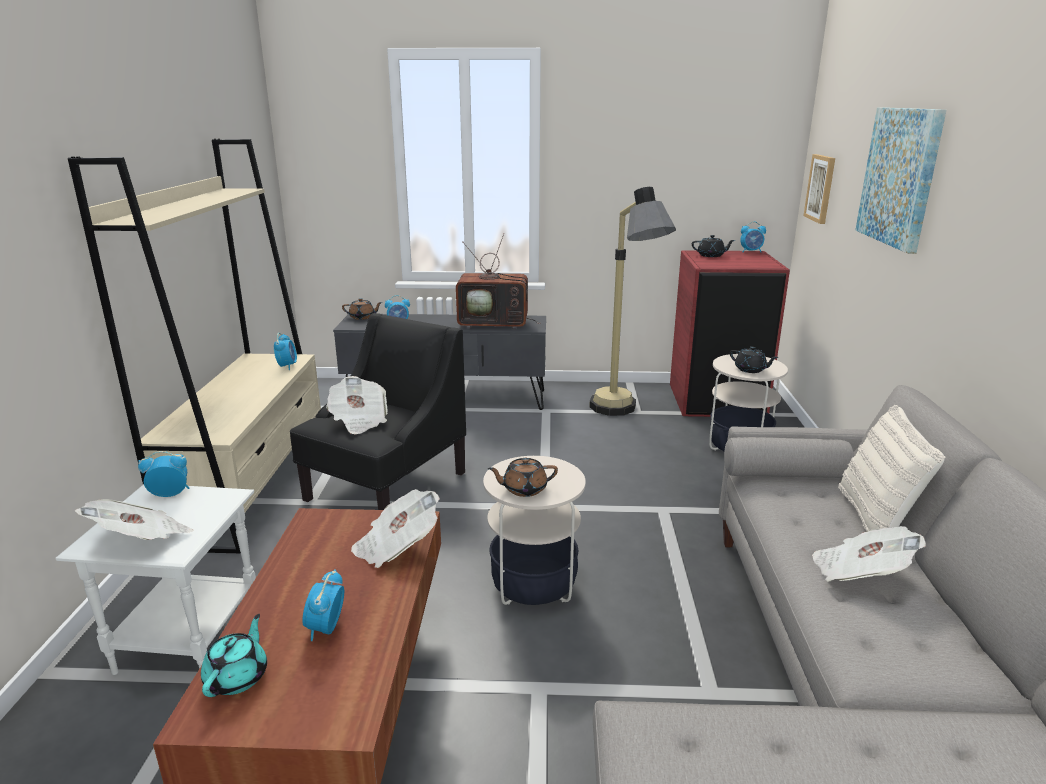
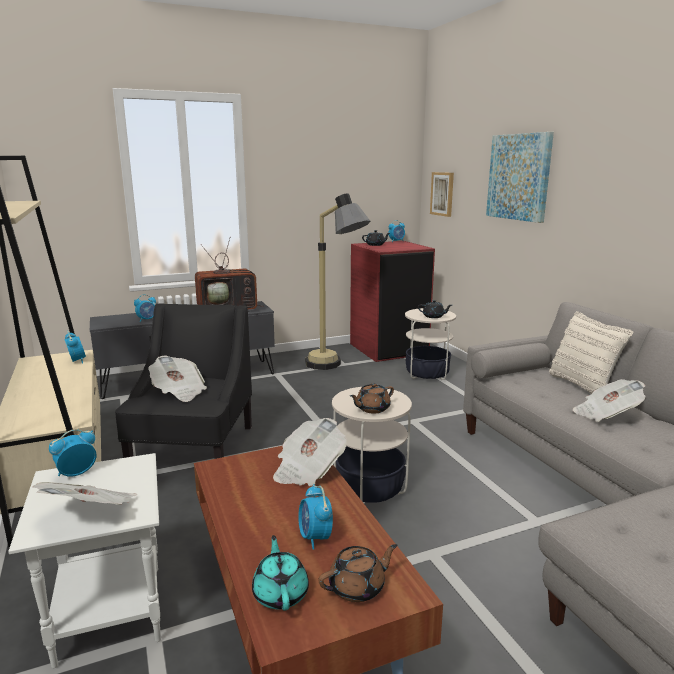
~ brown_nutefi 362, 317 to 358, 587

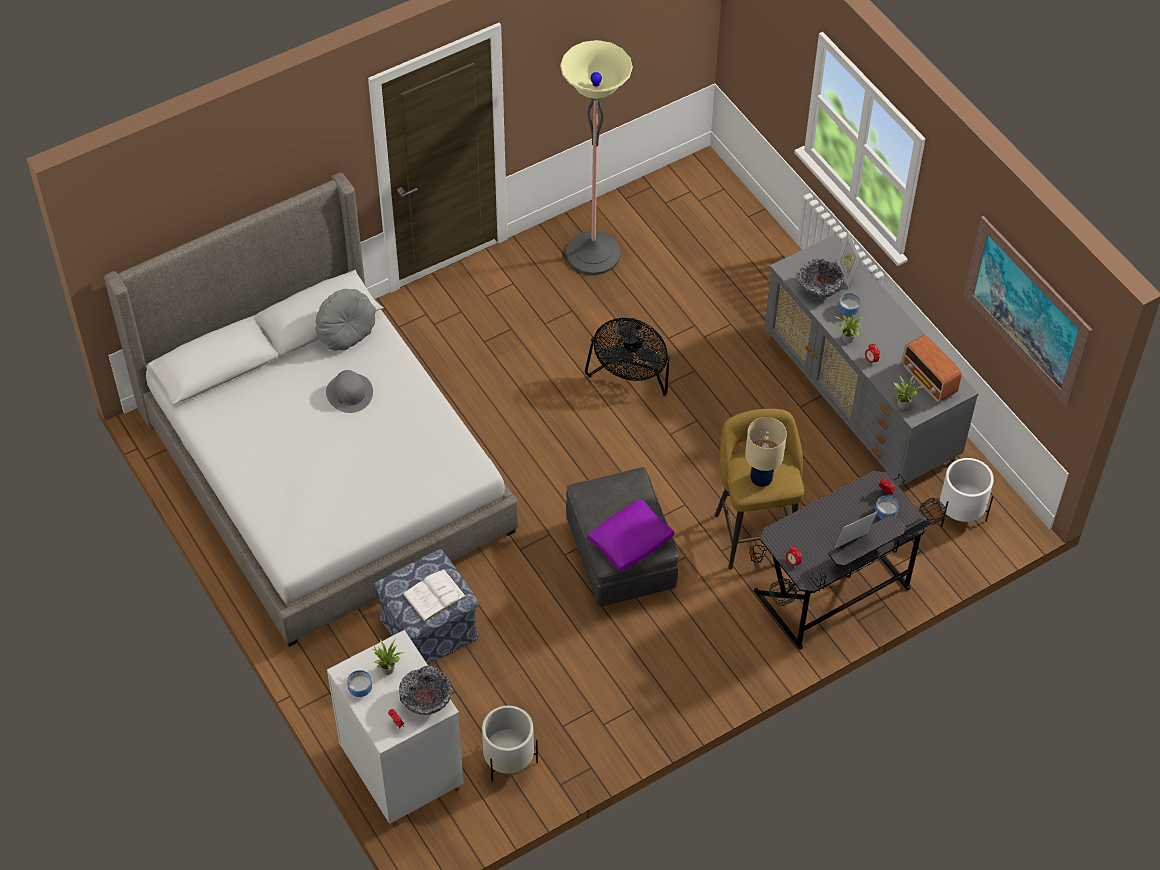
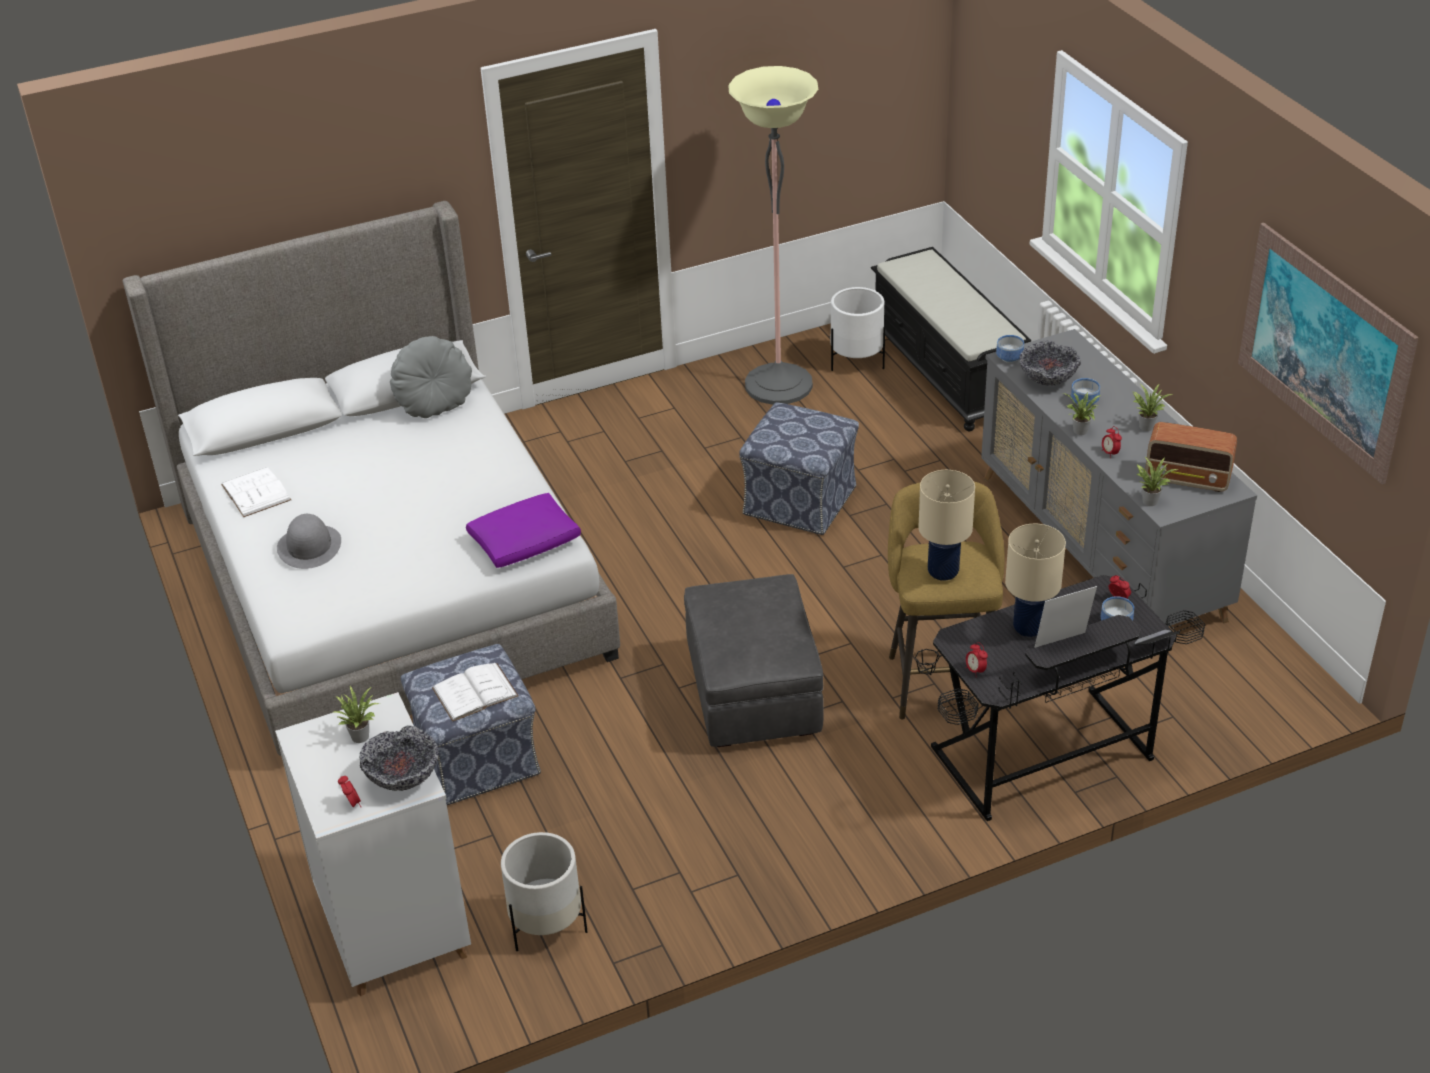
~ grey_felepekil 349, 392 to 309, 546
~ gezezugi 359, 689 to 1008, 358
~ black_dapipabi 628, 372 to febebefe 801, 501
~ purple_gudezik 631, 541 to 525, 541
- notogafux 846, 274
~ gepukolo 929, 381 = 1188, 478 45 degrees counterclockwise
~ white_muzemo 960, 513 to 856, 361
+ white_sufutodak 256, 492
+ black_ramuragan 948, 372
+ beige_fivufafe 1028, 629
+ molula 1146, 425

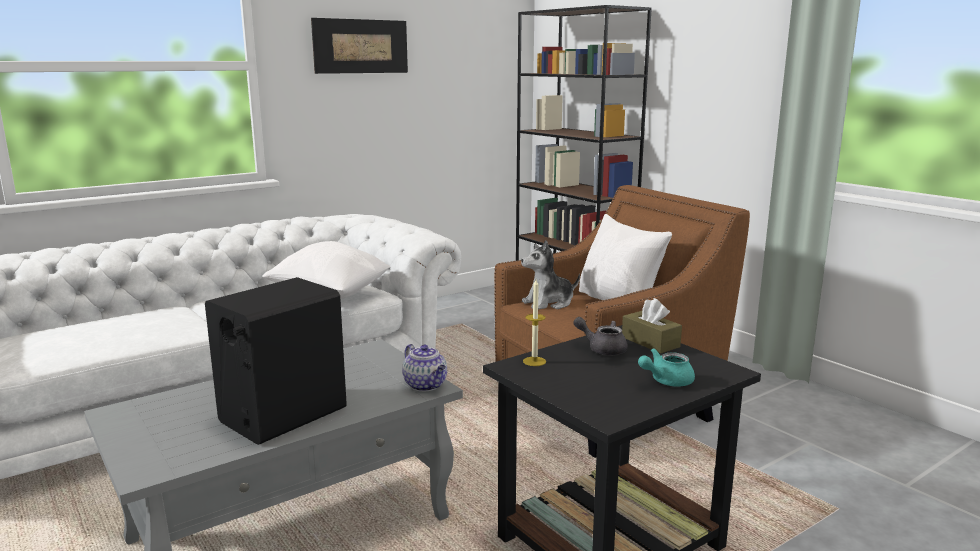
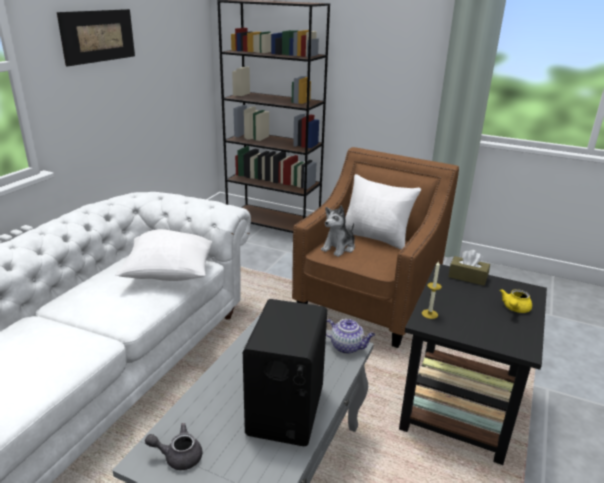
~ grey_nutefi 602, 349 to 178, 456
~ turquoise_nutefi 666, 381 to yellow_nutefi 514, 309

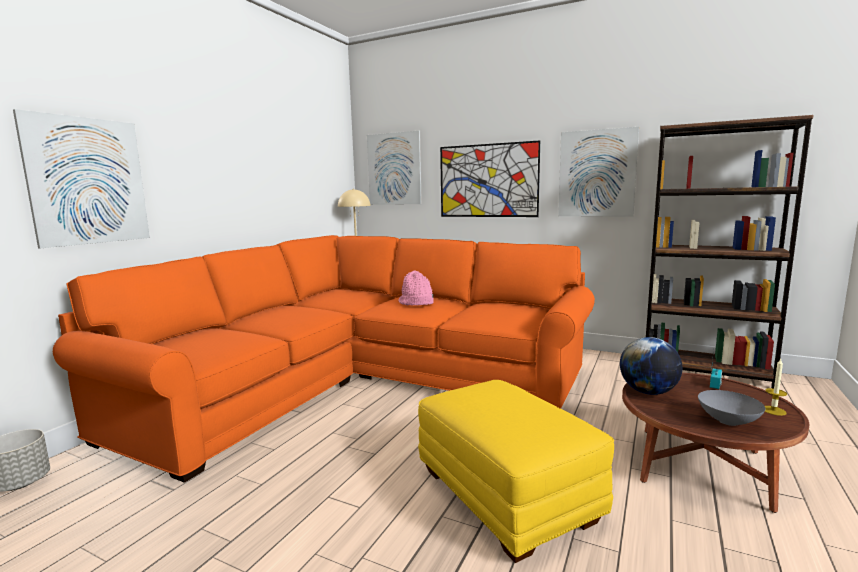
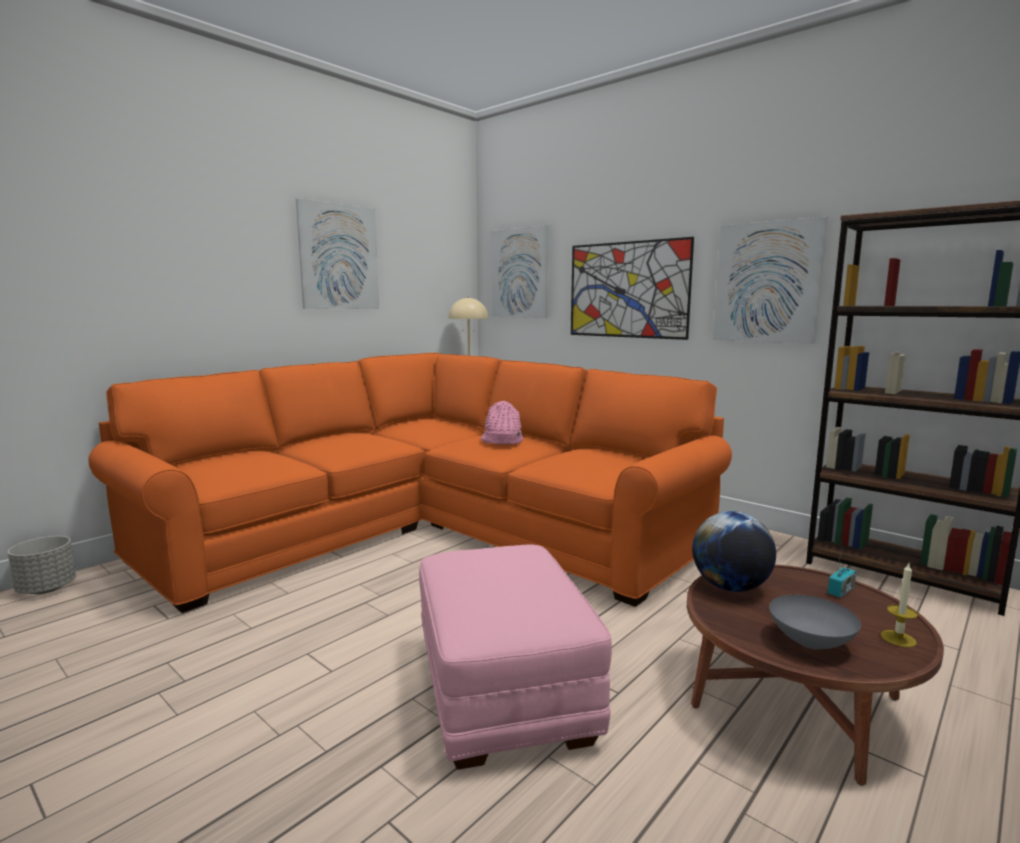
~ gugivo 88, 181 to 339, 257
~ yellow_febebefe 506, 496 to pink_febebefe 503, 690

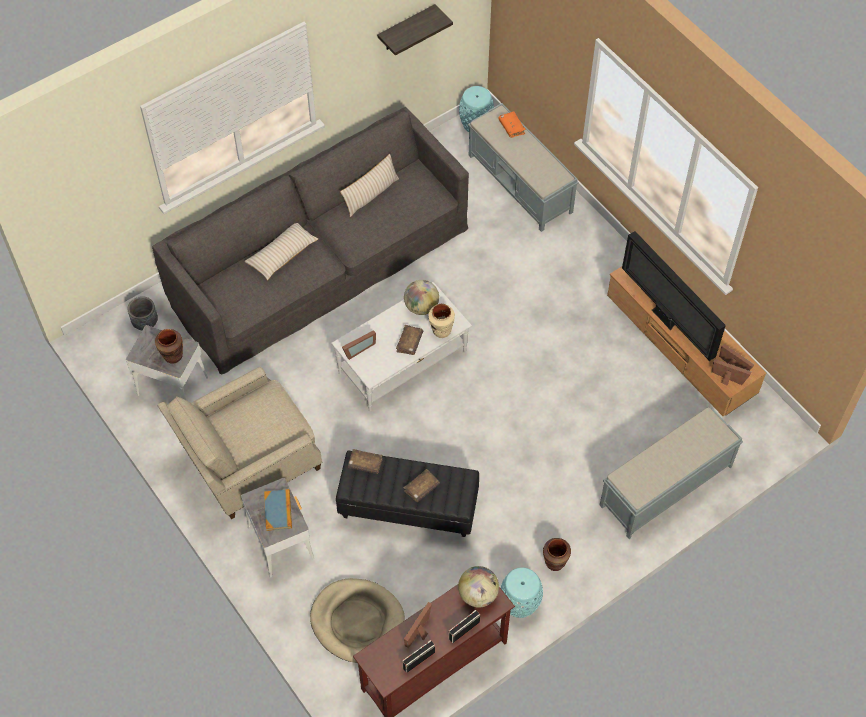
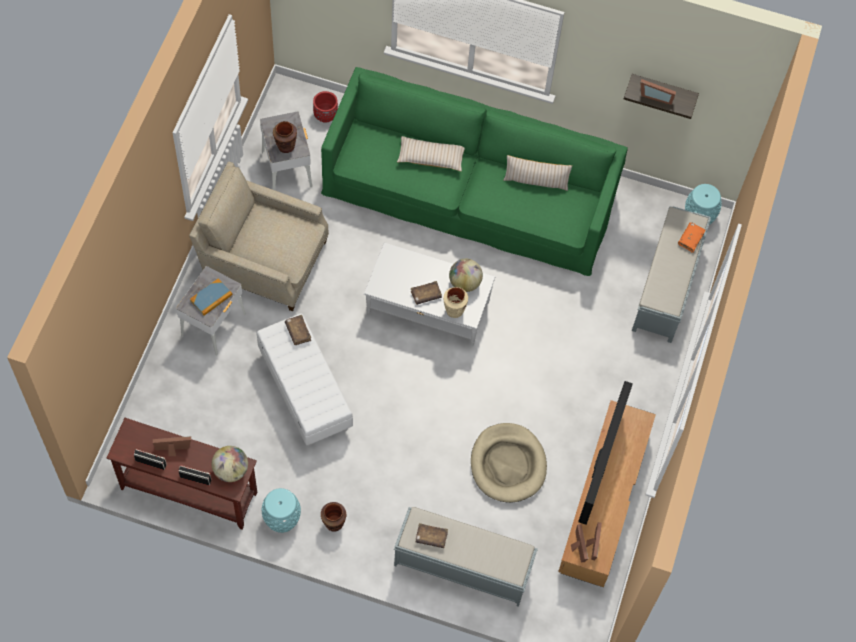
~ grey_muzemo 145, 323 to red_muzemo 325, 115
~ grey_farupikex 319, 264 to green_farupikex 469, 194
~ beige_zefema 357, 622 to 508, 464
~ black_febebefe 408, 508 to white_febebefe 304, 392
~ notogafux 357, 348 to 655, 95
~ brown_sufutodak 421, 488 to 431, 537

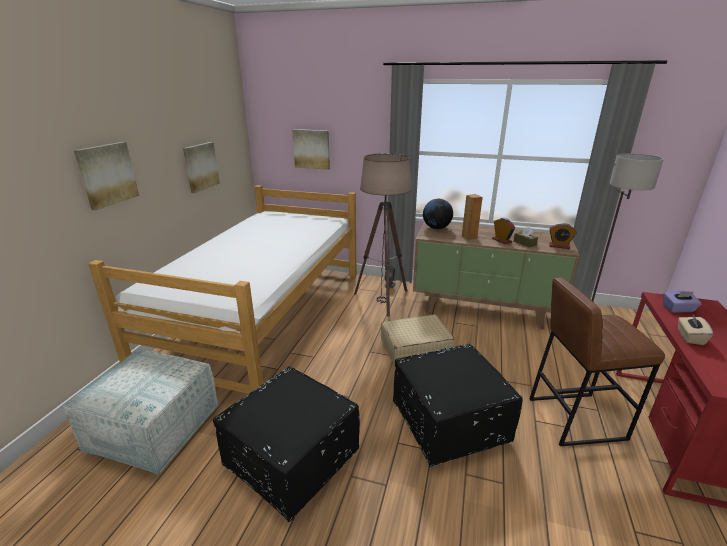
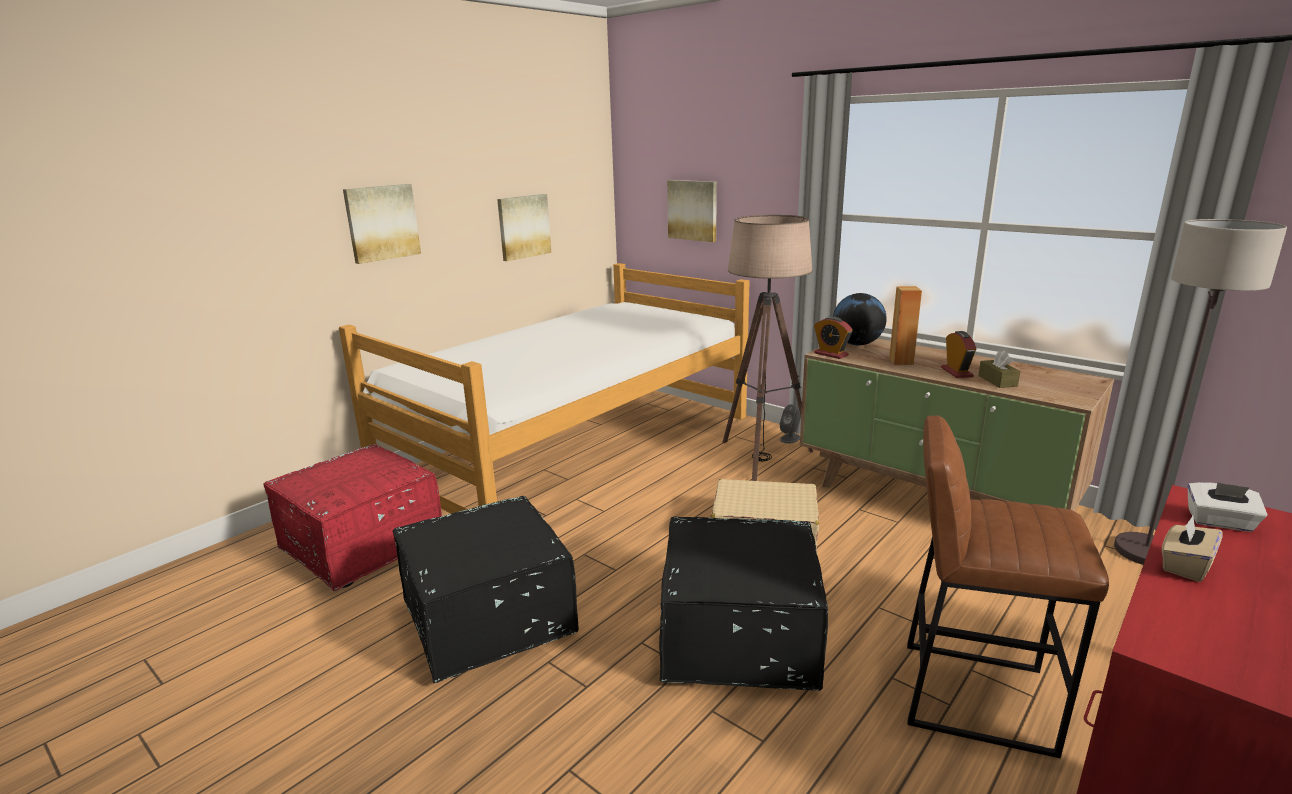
~ white_febebefe 155, 430 to red_febebefe 364, 547
~ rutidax 559, 246 to 831, 354
~ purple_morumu 678, 309 to white_morumu 1220, 522

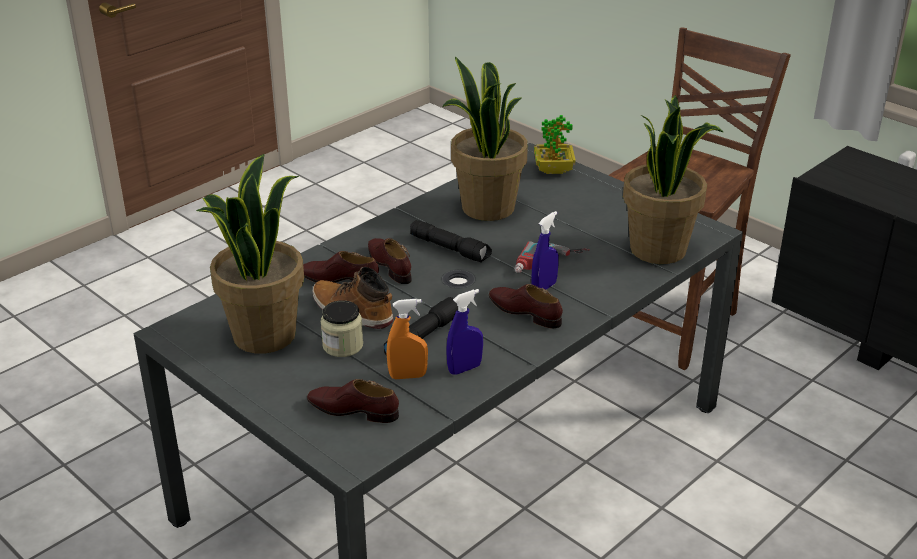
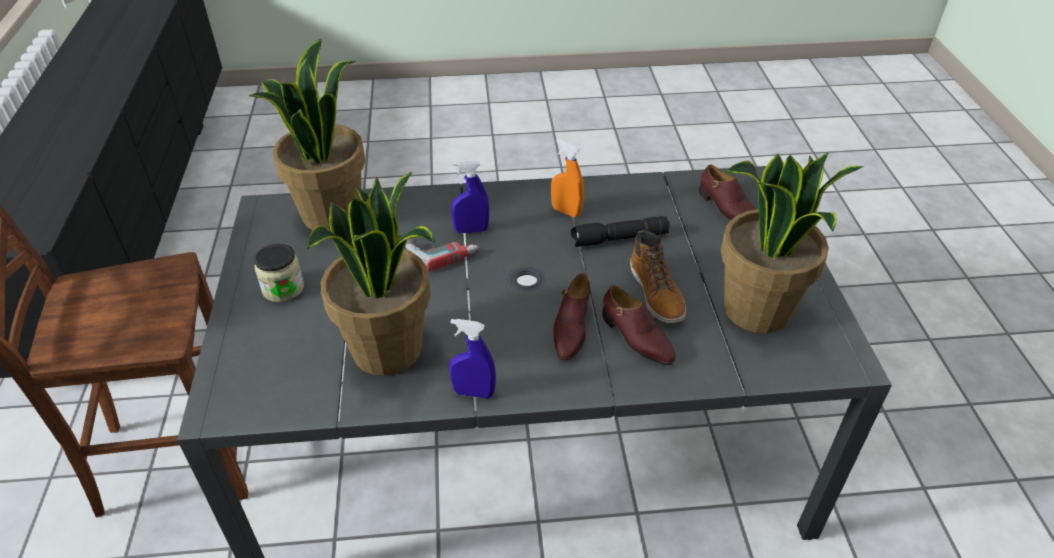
~ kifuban 343, 345 to 283, 288
~ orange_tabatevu 408, 376 to 566, 211
- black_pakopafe 450, 248
~ blue_tabatevu 464, 369 to 473, 393
- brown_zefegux 525, 312
- molula 553, 170

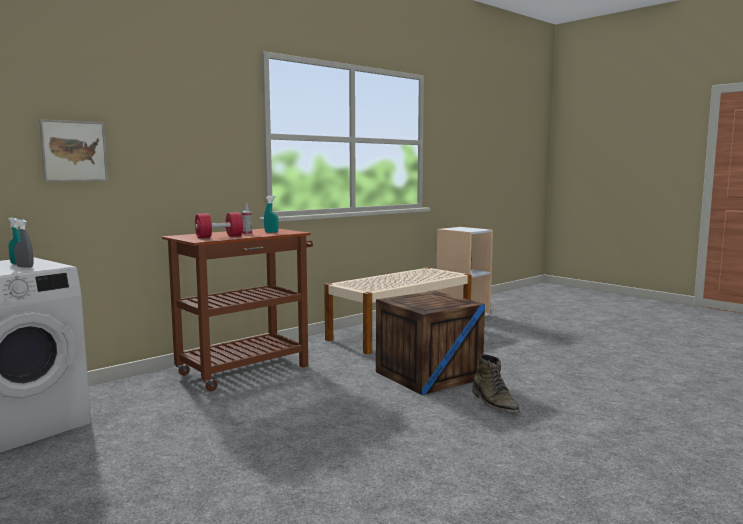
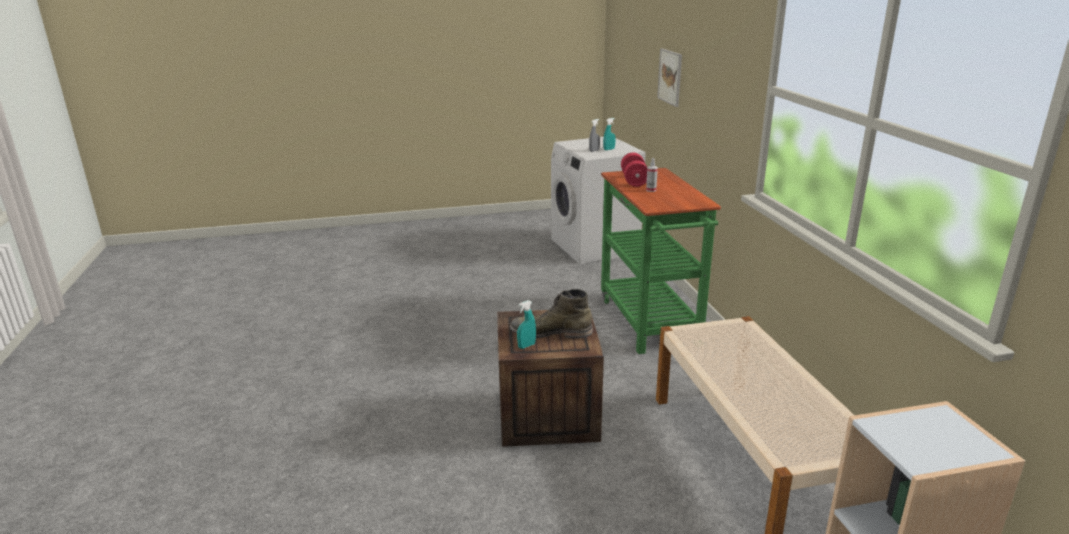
~ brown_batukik 245, 370 to green_batukik 649, 322
~ turquoise_tabatevu 271, 232 to 526, 346
~ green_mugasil 494, 403 to 551, 332

